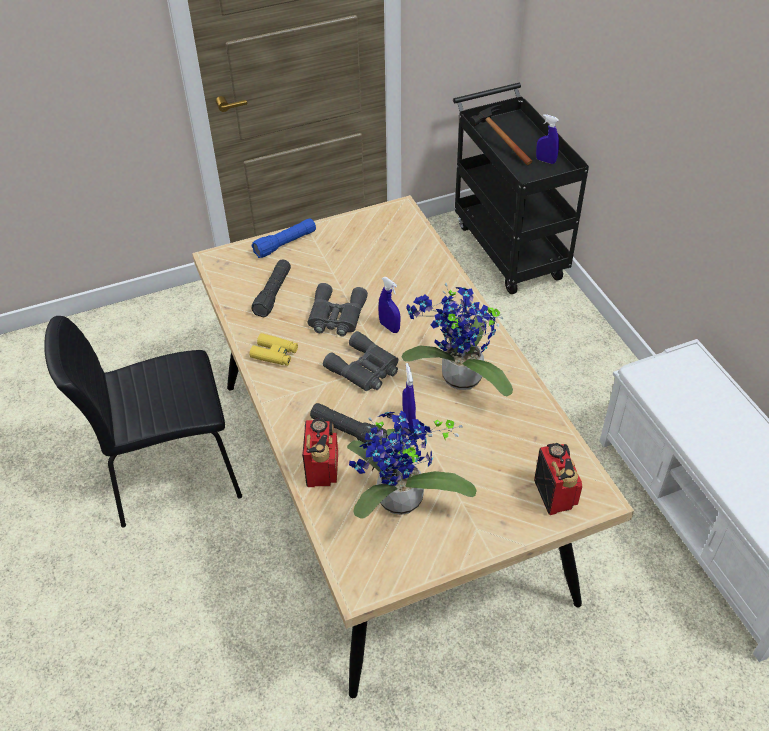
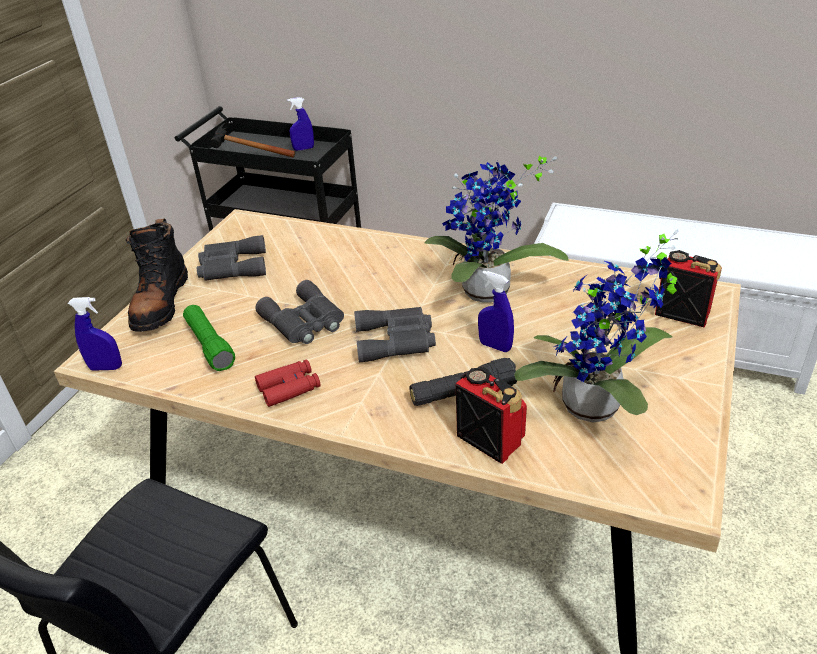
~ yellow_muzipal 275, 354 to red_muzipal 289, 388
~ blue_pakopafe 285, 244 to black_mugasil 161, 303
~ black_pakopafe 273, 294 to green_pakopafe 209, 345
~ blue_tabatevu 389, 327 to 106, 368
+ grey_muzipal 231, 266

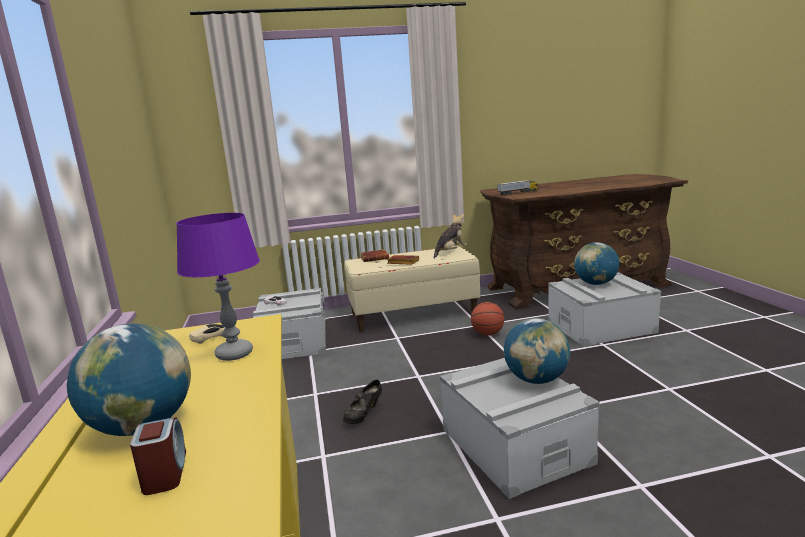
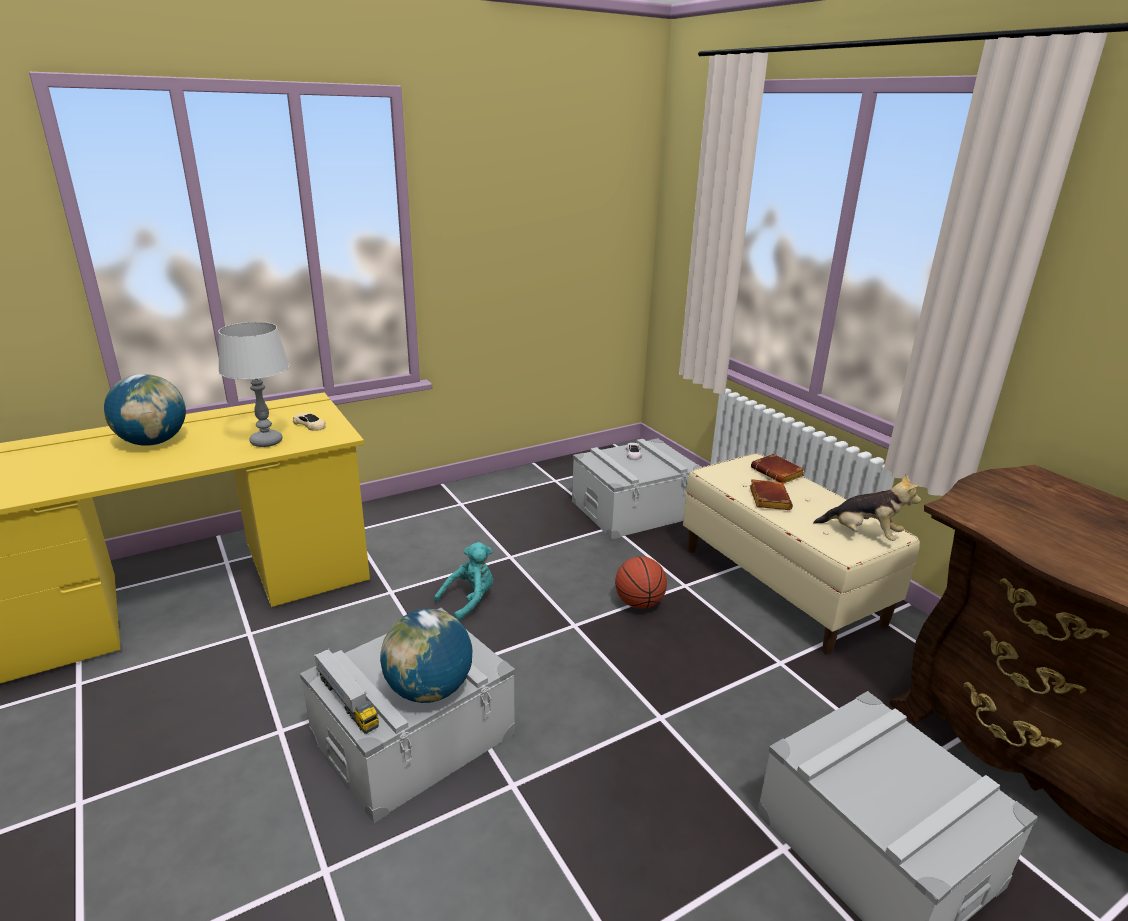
- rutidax 165, 473
~ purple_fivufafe 235, 354 to grey_fivufafe 266, 442
~ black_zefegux 363, 415 to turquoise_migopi 470, 600
~ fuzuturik 488, 334 to 639, 603
~ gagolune 517, 193 to 347, 700
- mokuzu 595, 283

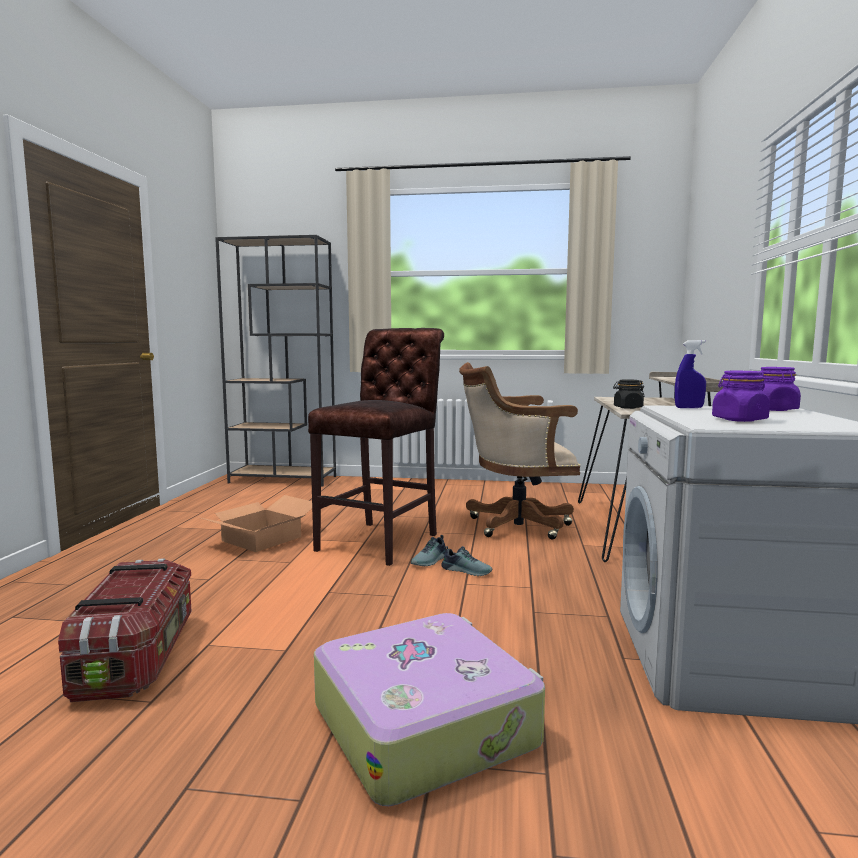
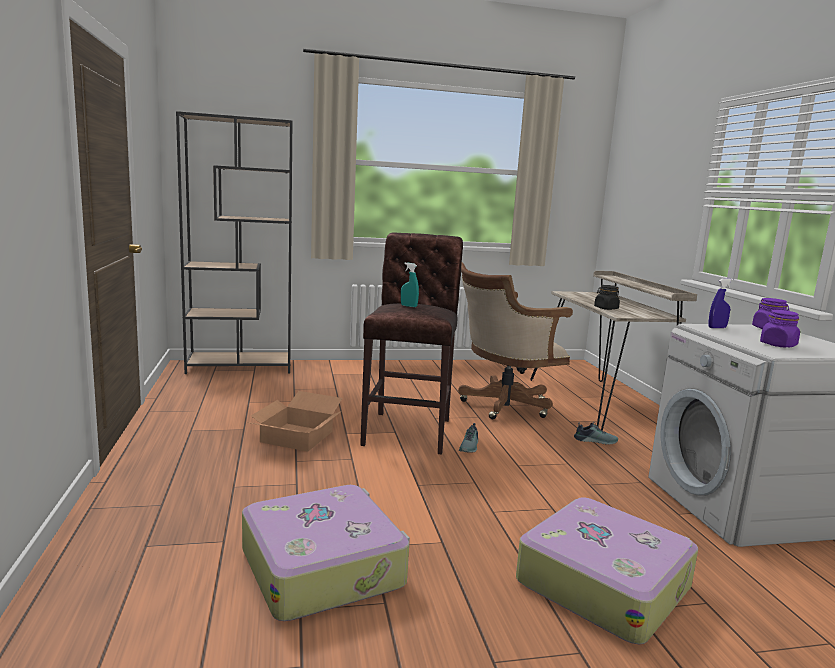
~ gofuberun 137, 657 to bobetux 323, 566
~ zefegux 467, 570 to 595, 440
+ turquoise_tabatevu 409, 306

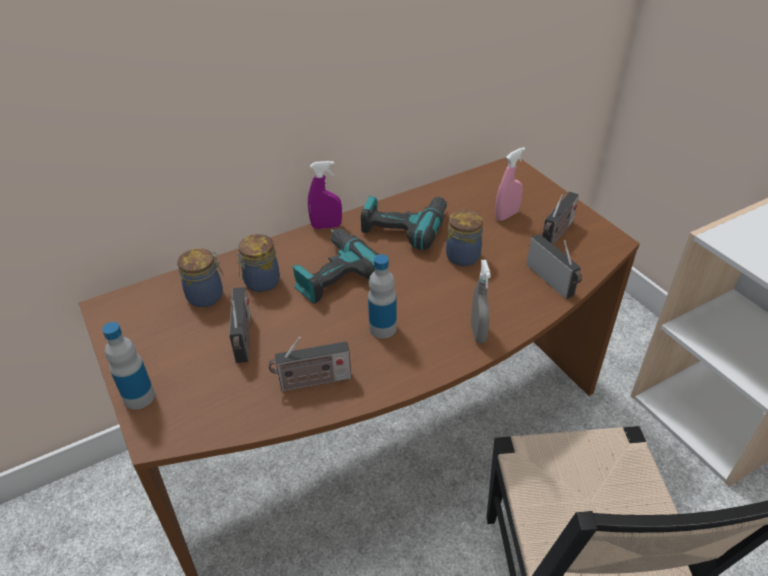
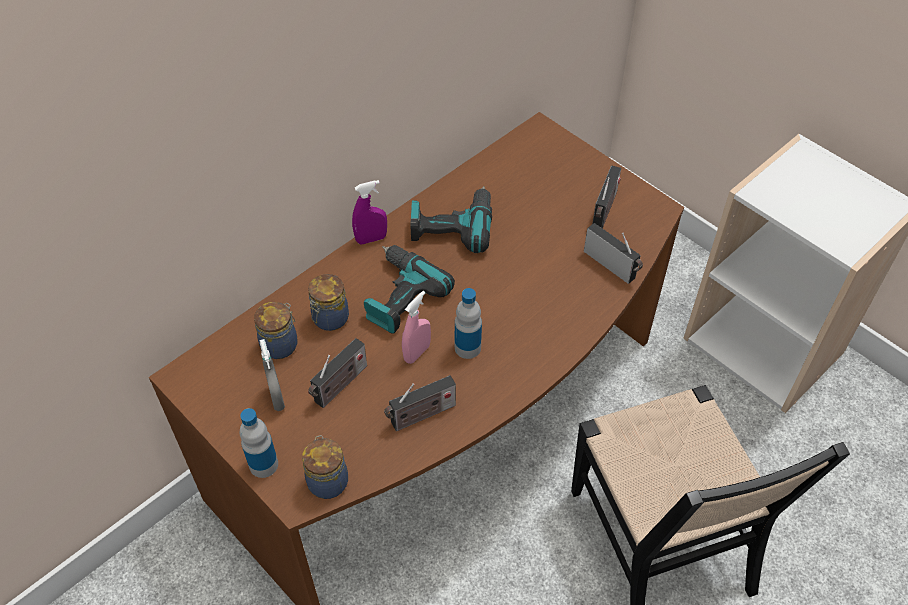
~ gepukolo 244, 340 = 339, 386 60 degrees clockwise
~ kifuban 462, 255 to 327, 480
~ grey_tabatevu 478, 332 to 277, 398
~ pink_tabatevu 506, 215 to 417, 353

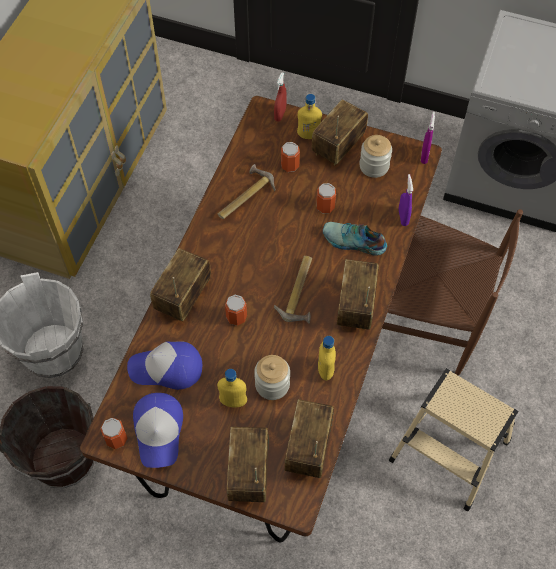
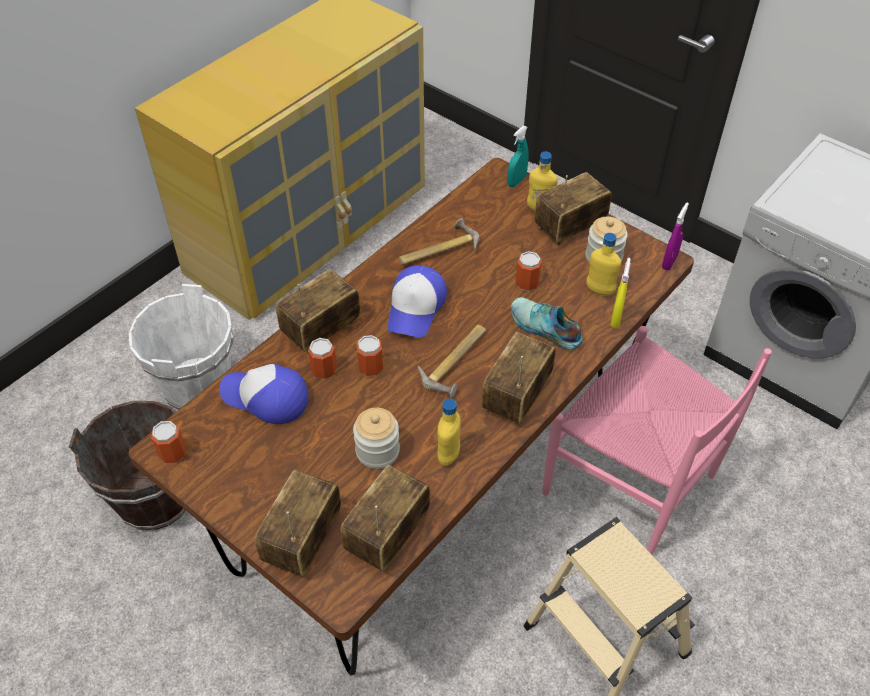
~ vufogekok 159, 431 to 416, 308
~ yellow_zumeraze 233, 401 to 599, 290
~ red_tabatevu 280, 114 to turquoise_tabatevu 516, 181
~ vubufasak 290, 165 to 324, 370
~ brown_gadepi 427, 322 to pink_gadepi 633, 482
~ purple_tabatevu 403, 217 to yellow_tabatevu 616, 319

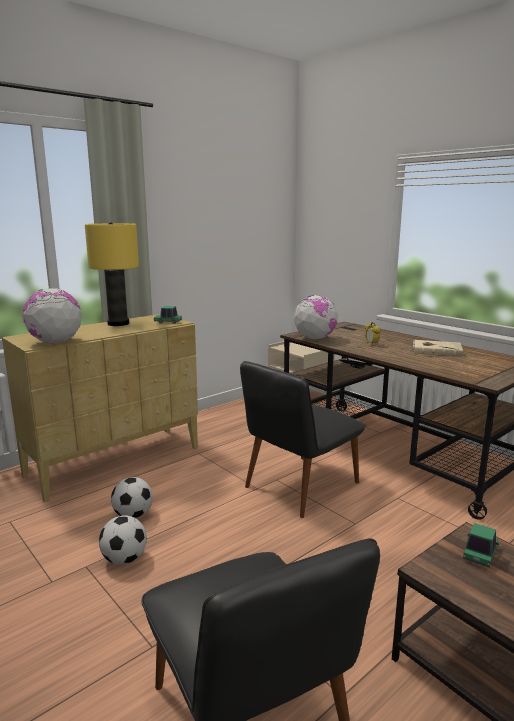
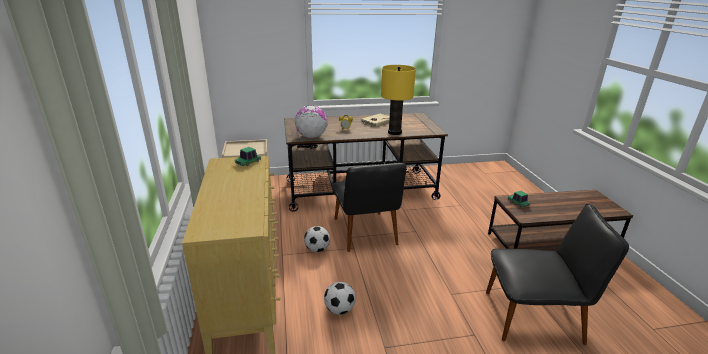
- mokuzu 55, 342
~ yellow_fivufafe 118, 323 to 394, 132
~ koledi 124, 559 to 317, 249

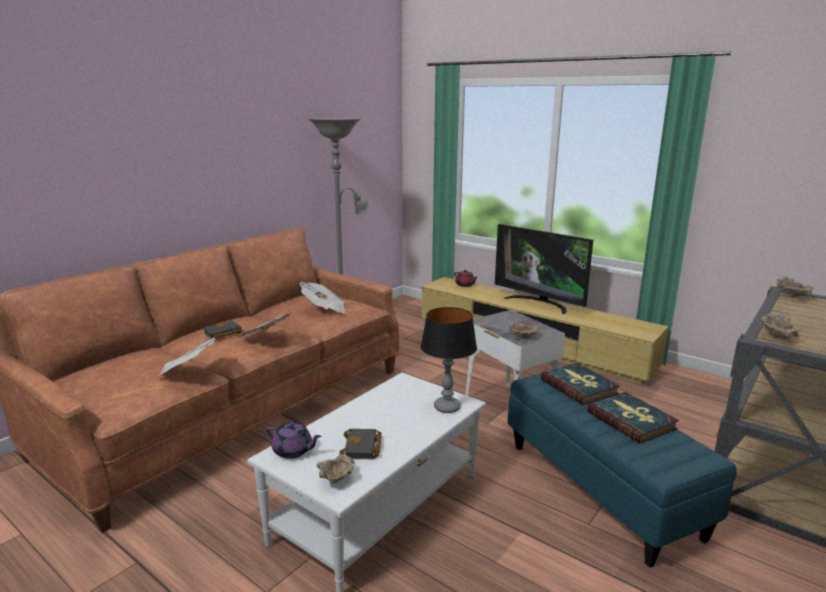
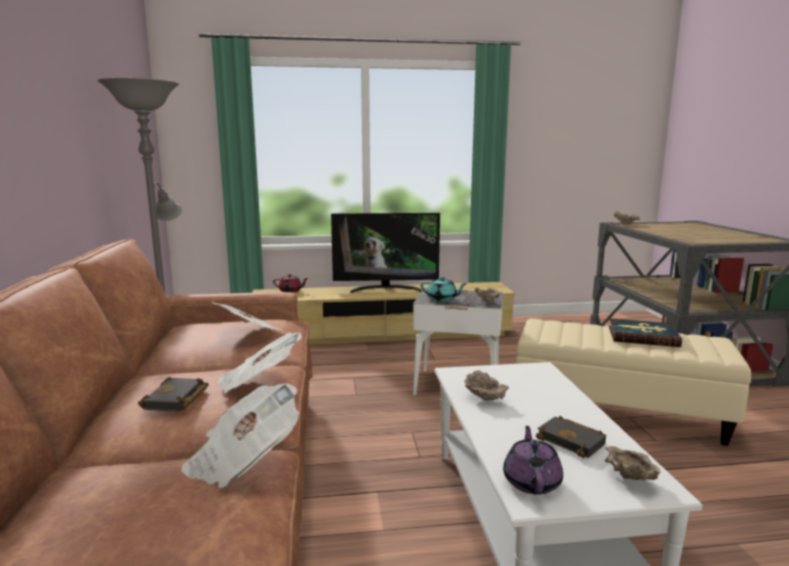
~ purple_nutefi 293, 451 = 532, 481 60 degrees counterclockwise
- fivufafe 446, 407
~ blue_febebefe 601, 489 to beige_febebefe 617, 413
- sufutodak 579, 386
~ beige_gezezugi 777, 337 to 485, 399
+ turquoise_nutefi 442, 299

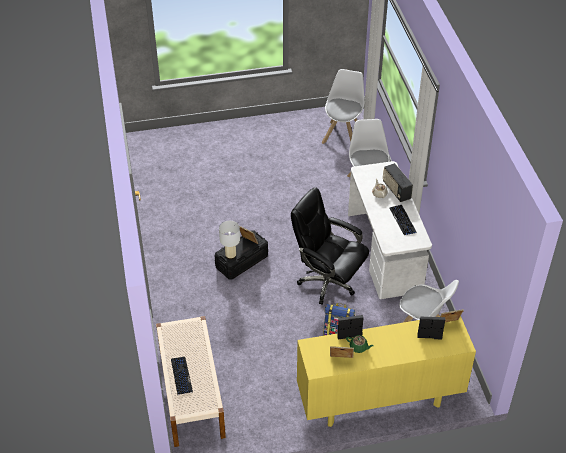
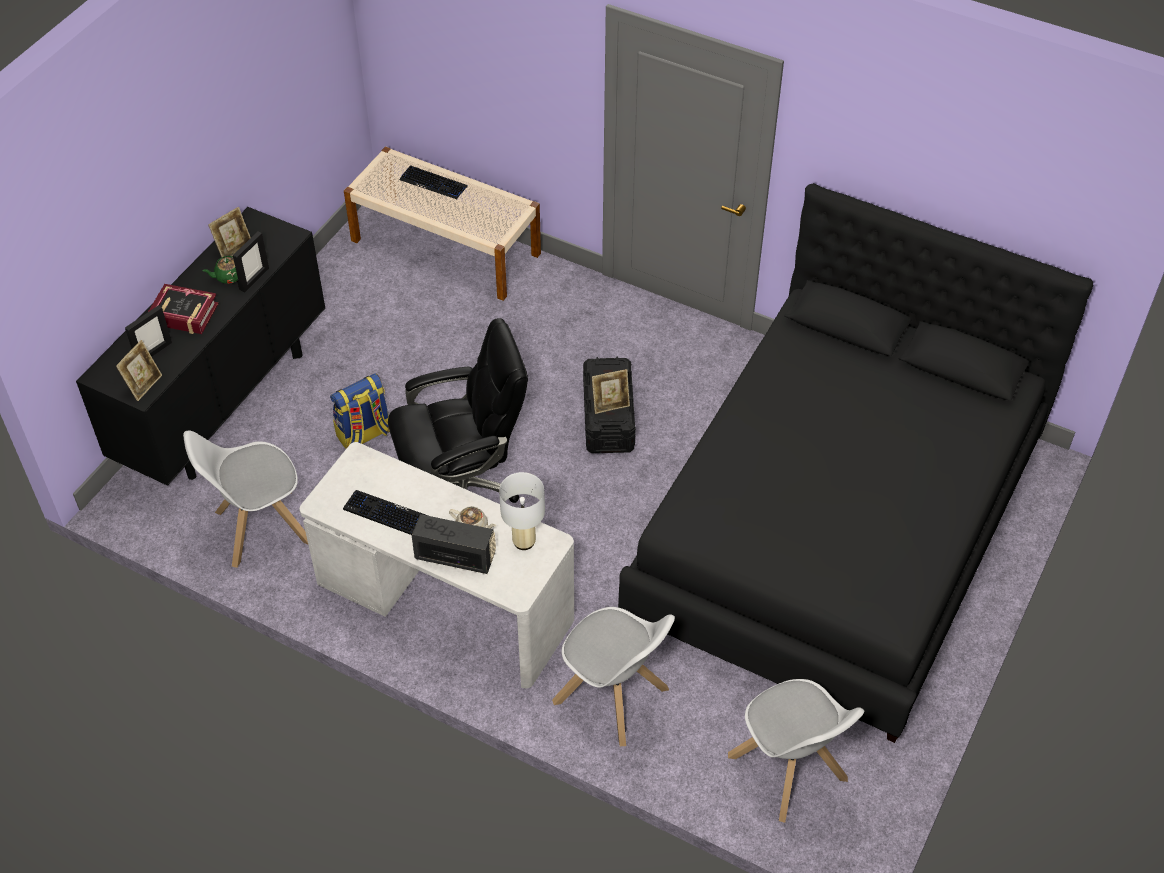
~ white_fivufafe 230, 255 to 524, 541
~ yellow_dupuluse 379, 400 to black_dupuluse 224, 404
+ sufutodak 184, 314
+ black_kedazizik 838, 527

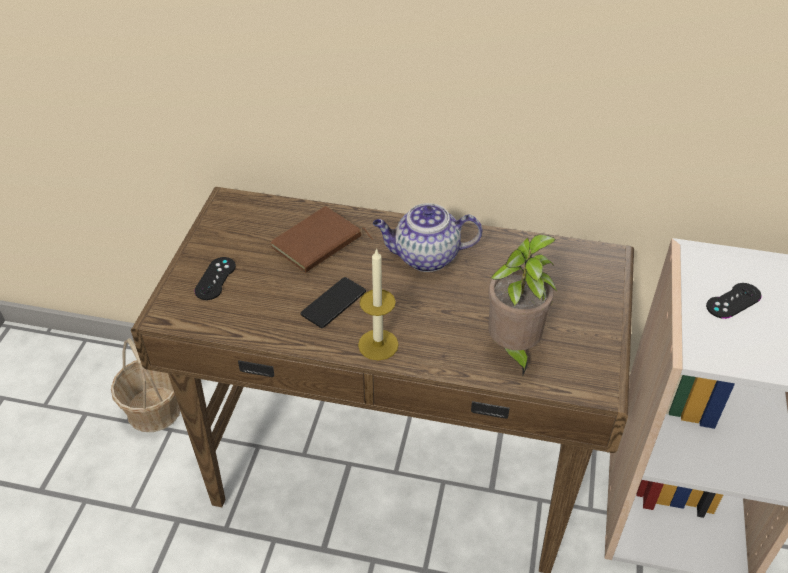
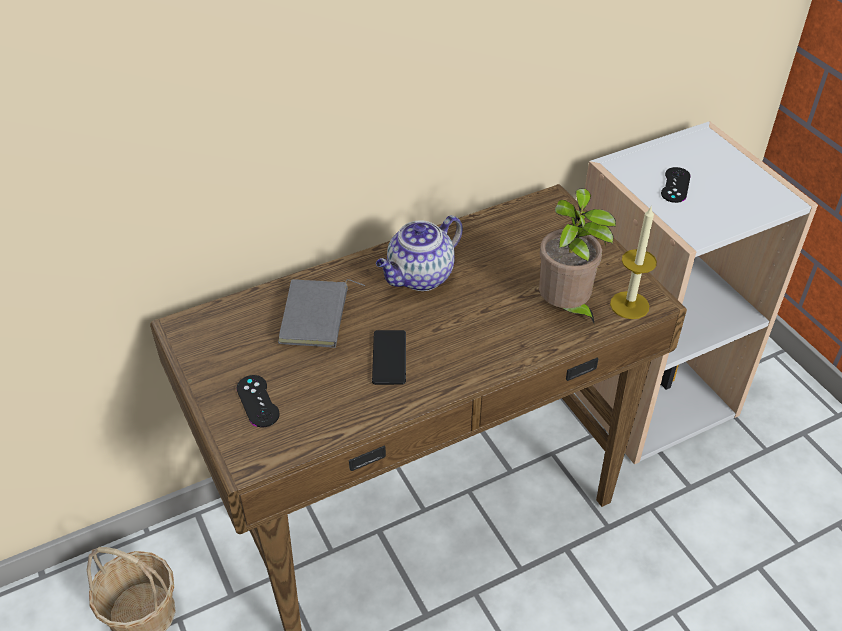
~ brown_sufutodak 318, 244 to grey_sufutodak 317, 317
~ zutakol 378, 344 to 629, 305

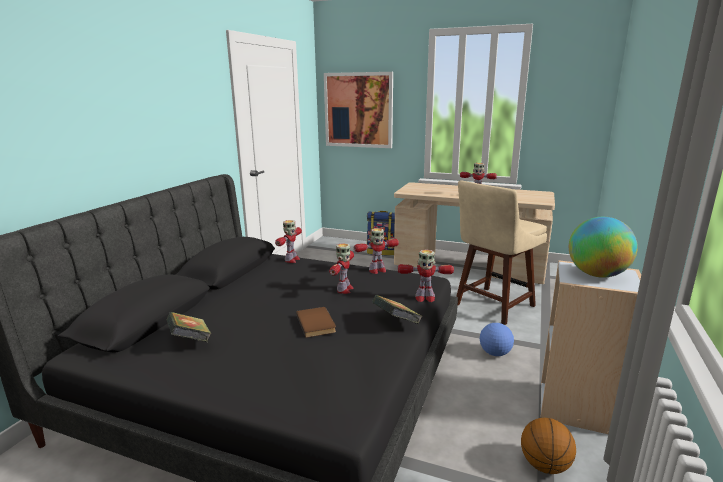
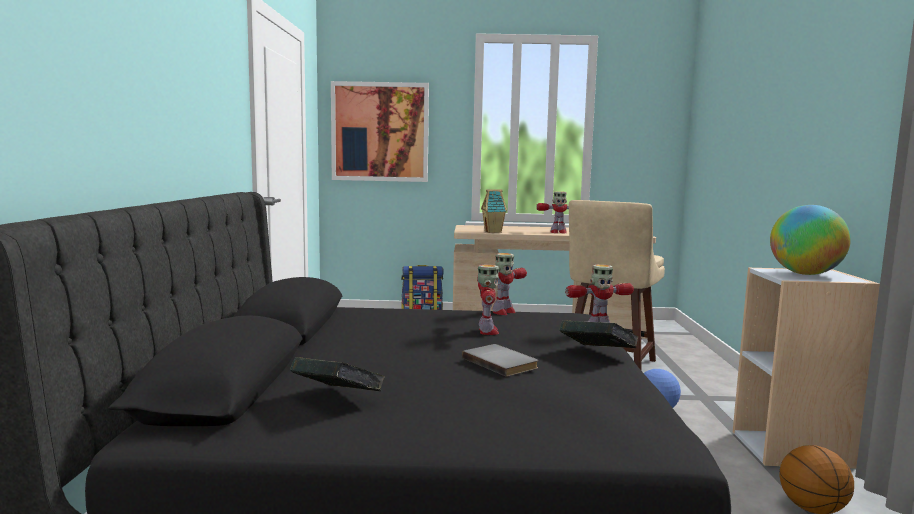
- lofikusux 291, 260
~ brown_sufutodak 317, 323 to grey_sufutodak 501, 362
+ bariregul 493, 231

